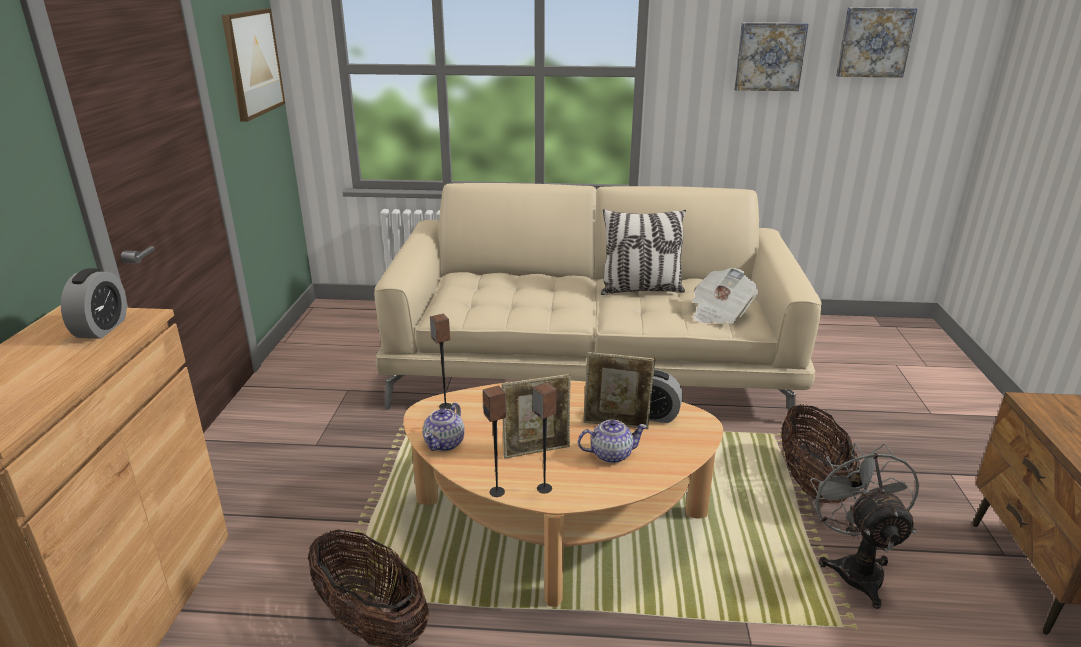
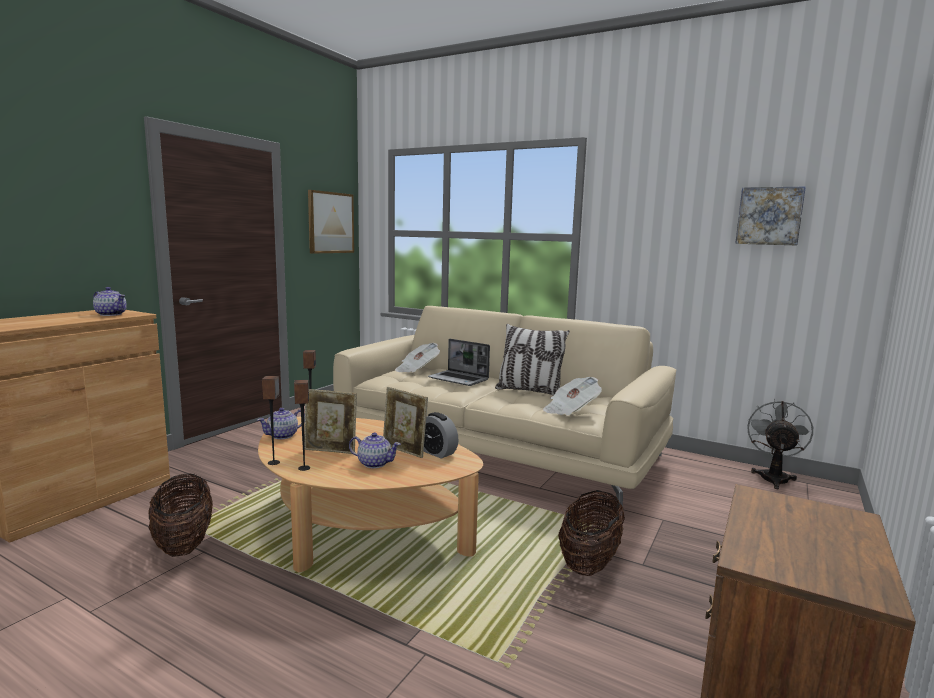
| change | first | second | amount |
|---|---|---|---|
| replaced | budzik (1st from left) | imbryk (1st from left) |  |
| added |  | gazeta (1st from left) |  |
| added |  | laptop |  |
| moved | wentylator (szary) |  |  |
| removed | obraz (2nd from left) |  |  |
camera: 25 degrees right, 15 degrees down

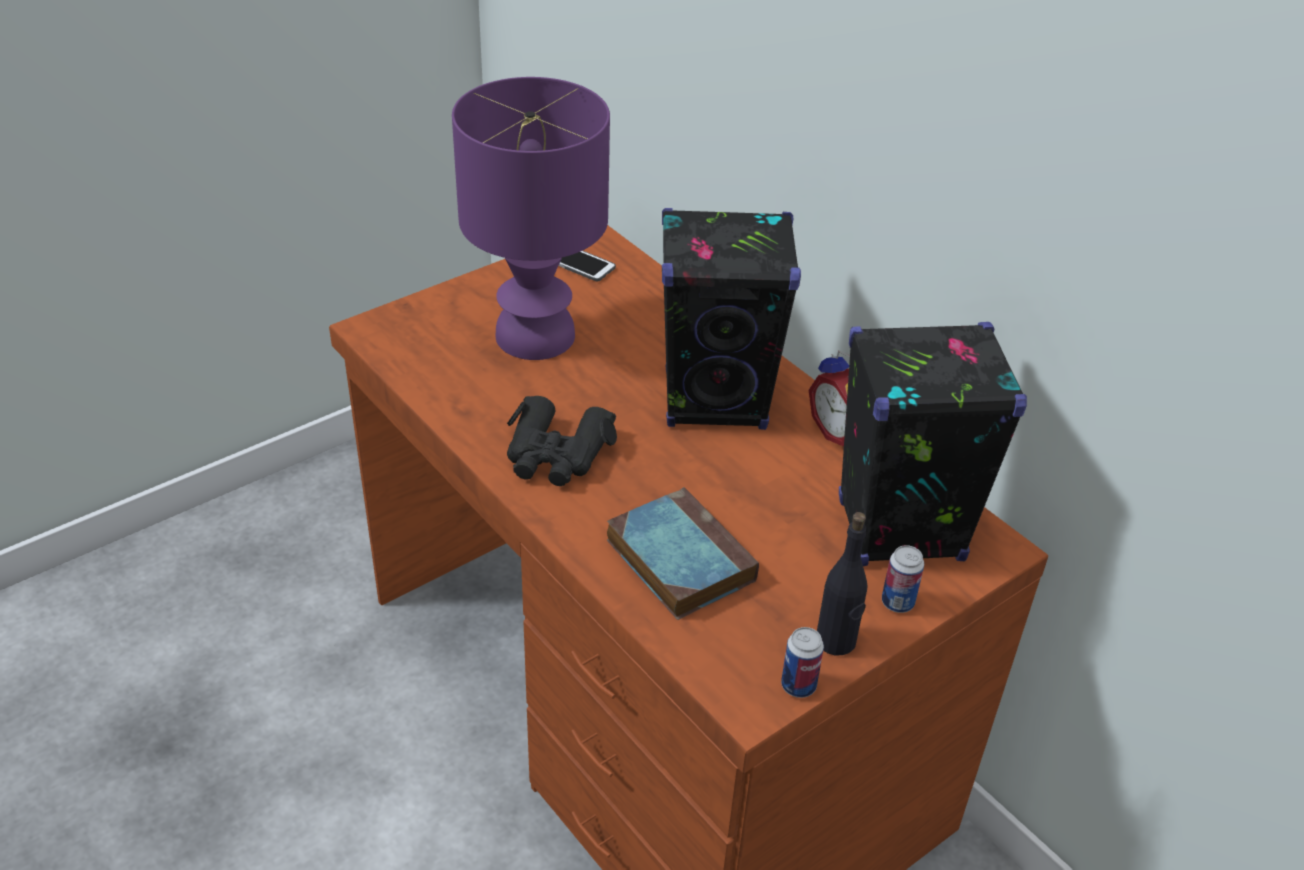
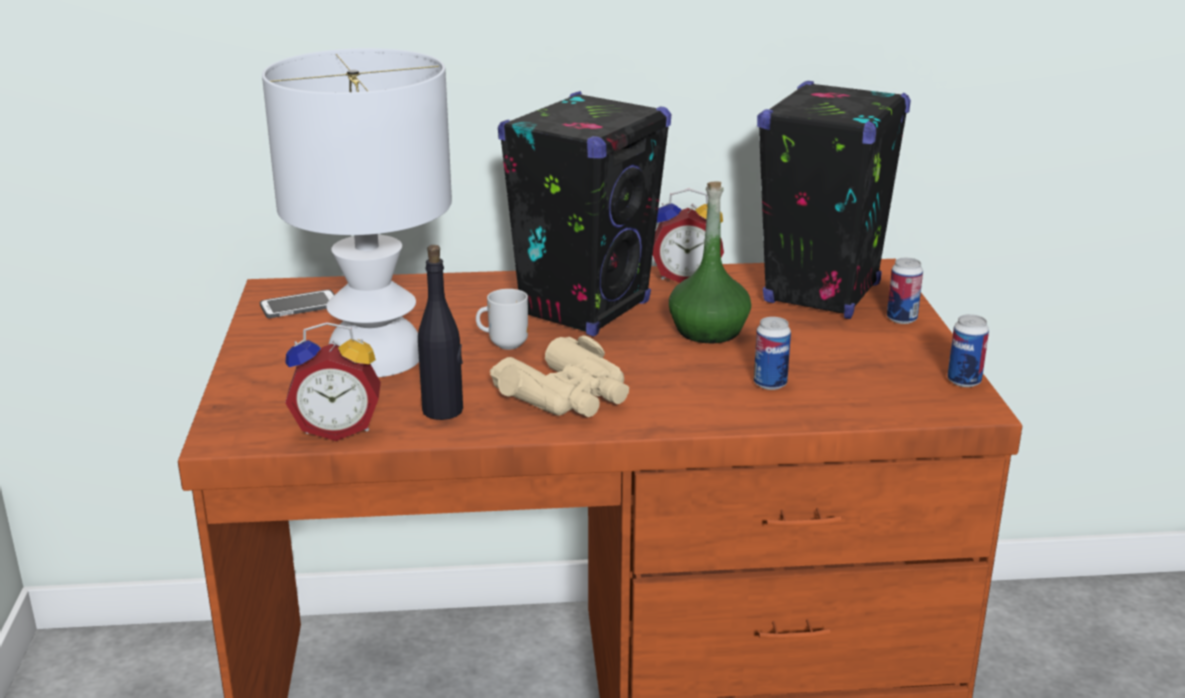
| change | first | second | amount |
|---|---|---|---|
| recoloured | lampa stołowa (fioletowy) | lampa stołowa (biały) |  |
| added |  | budzik (1st from left) |  |
| moved | butelka (czarny) |  |  |
| added |  | kubek |  |
| recoloured | lornetka (czarny) | lornetka (beżowy) |  |
| added |  | butelka (zielony) |  |
| replaced | książka | puszka (1st from left) |  |
camera: 55 degrees left, 15 degrees down

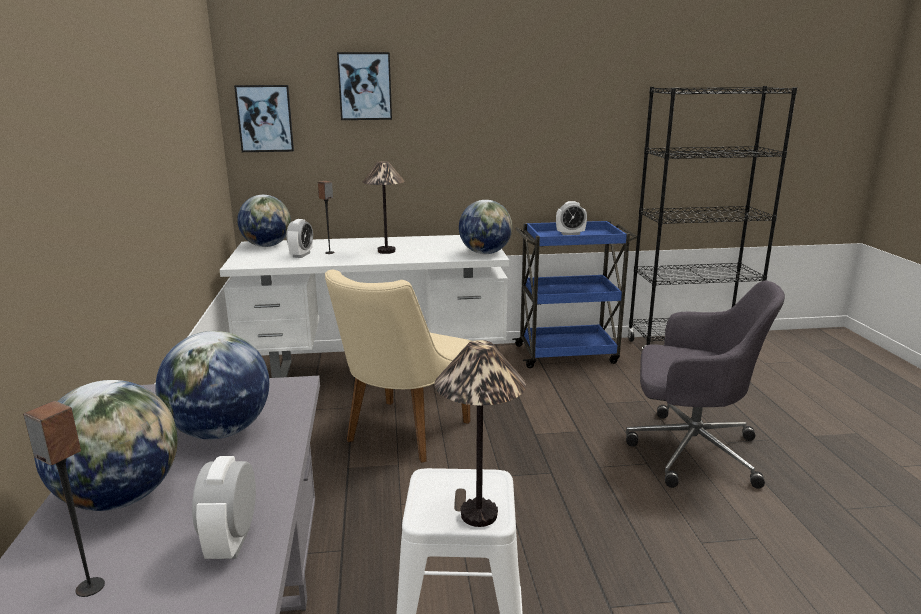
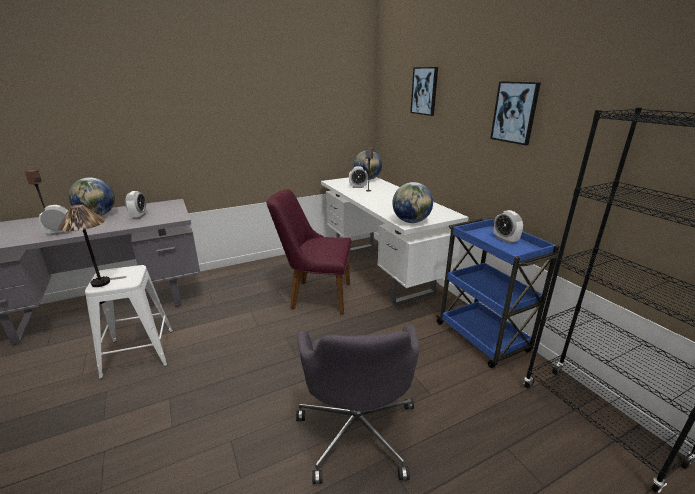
| change | first | second | amount |
|---|---|---|---|
| replaced | globus (2nd from left) | budzik (2nd from left) |  |
| recoloured | krzesło (beżowy) | krzesło (fioletowy) |  |
| moved | obraz (1st from left in the first image) | obraz (2nd from left) |  |
| removed | lampa stołowa (1st from left) |  |  |
camera: 70 degrees right, 5 degrees up

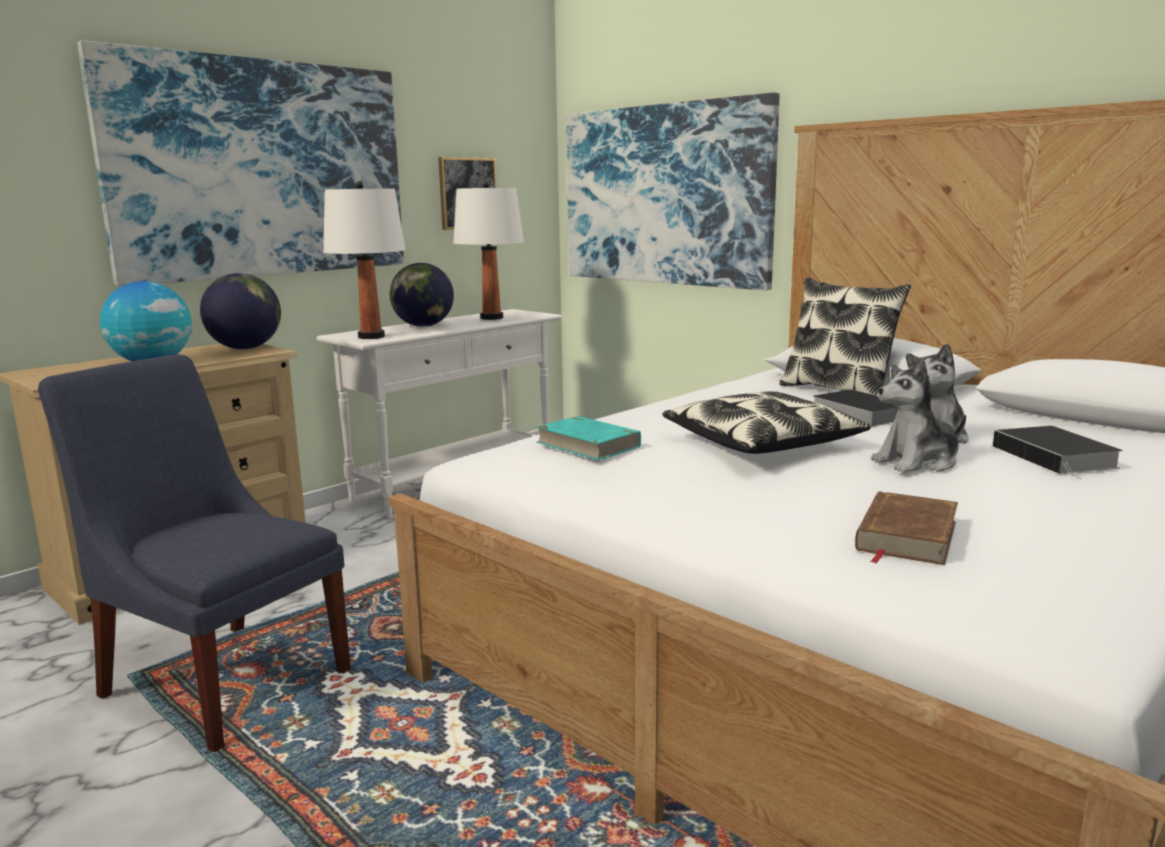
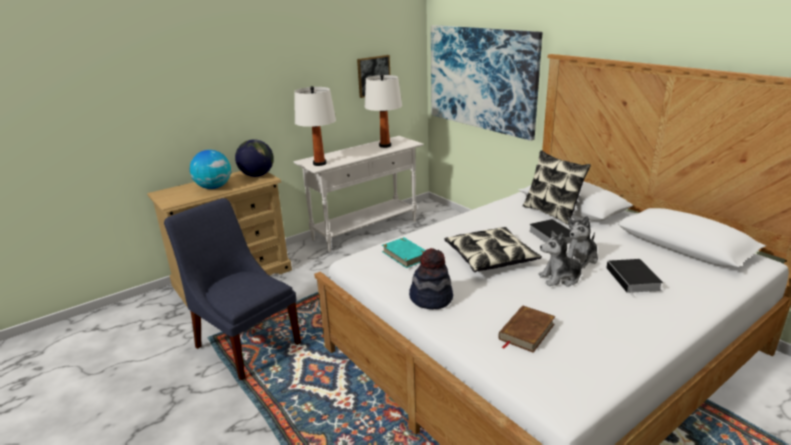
| change | first | second | amount |
|---|---|---|---|
| added |  | kapelusz |  |
| removed | obraz (1st from left) |  |  |
| removed | globus (3rd from left) |  |  |
camera: 10 degrees right, 10 degrees up

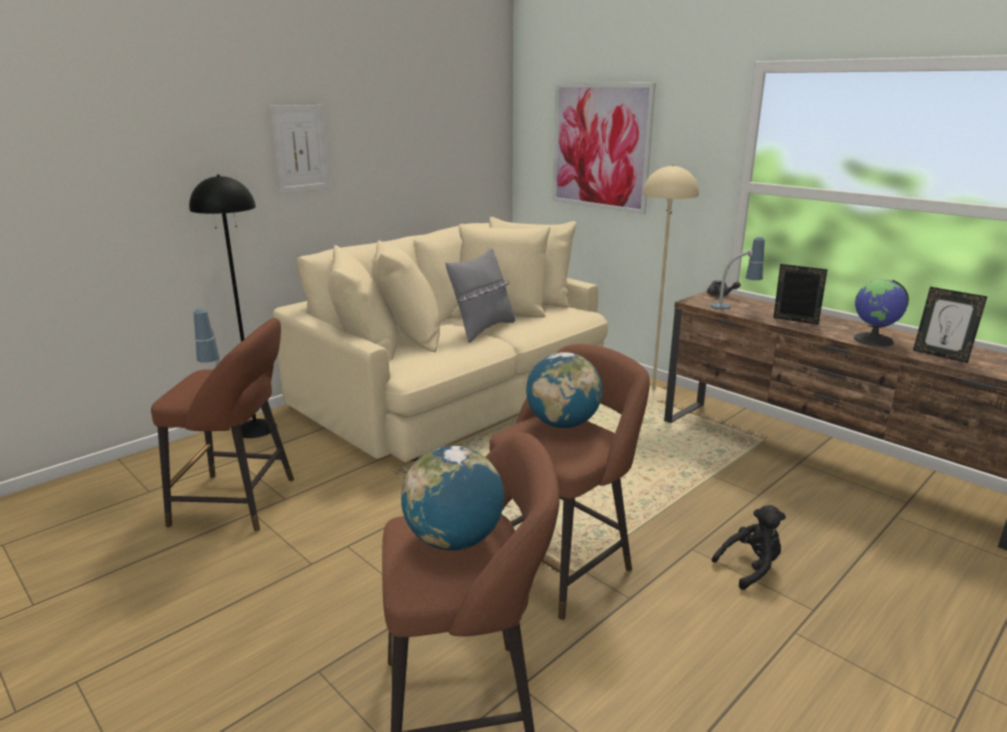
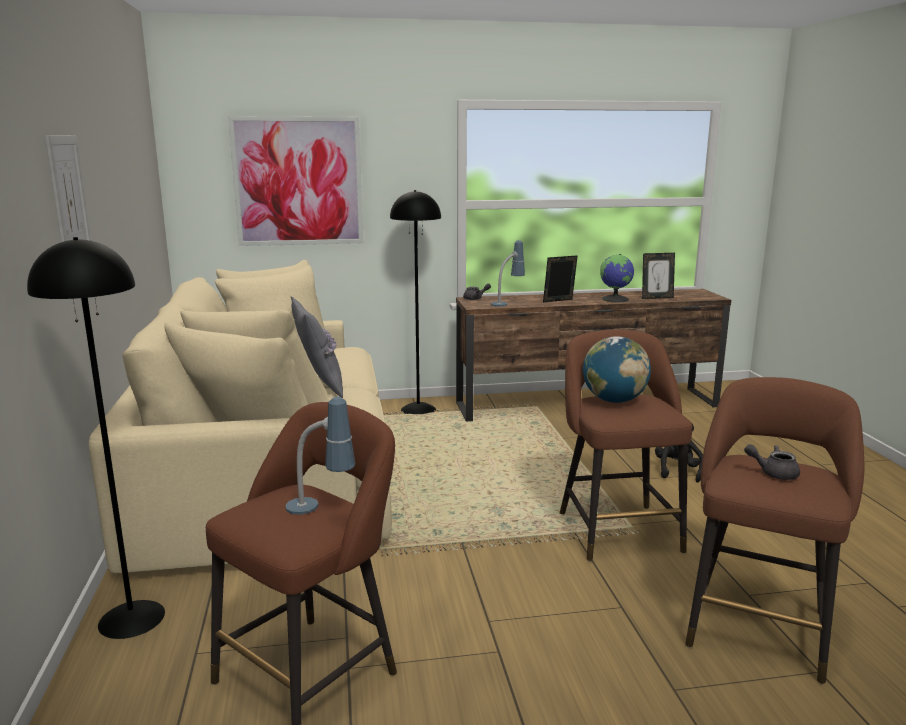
| change | first | second | amount |
|---|---|---|---|
| recoloured | lampa stojąca (beżowy) | lampa stojąca (czarny) (2nd from left) |  |
| replaced | globus (1st from left) | imbryk (szary) (2nd from left) |  |
camera: 55 degrees left, 5 degrees down

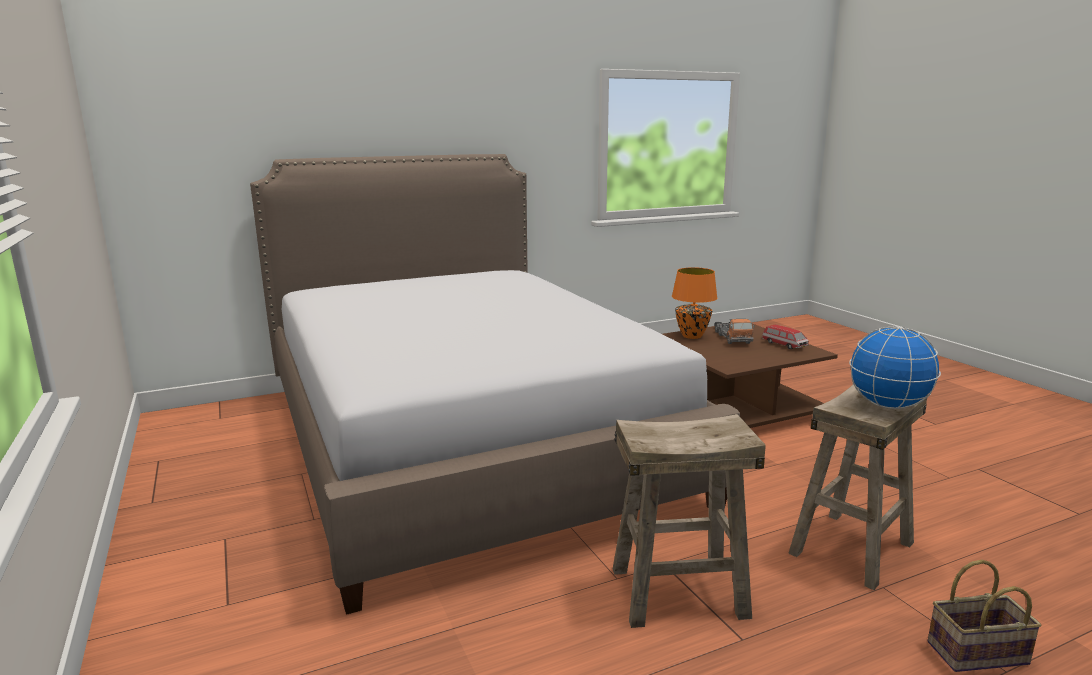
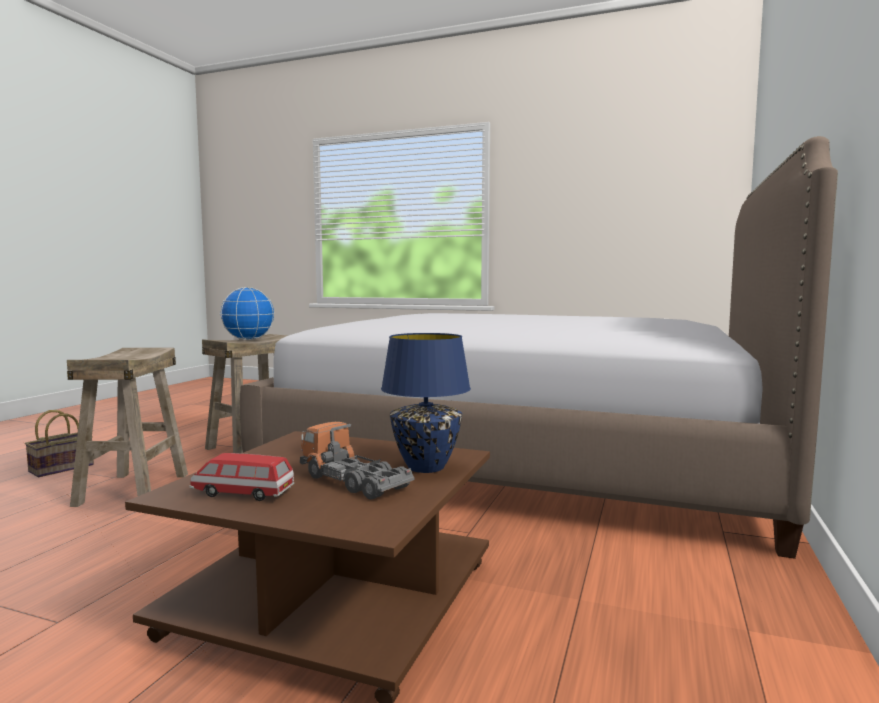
| change | first | second | amount |
|---|---|---|---|
| moved | globus |  |  |
| recoloured | lampa stołowa (pomarańczowy) | lampa stołowa (niebieski) |  |
camera: 135 degrees right, 10 degrees down

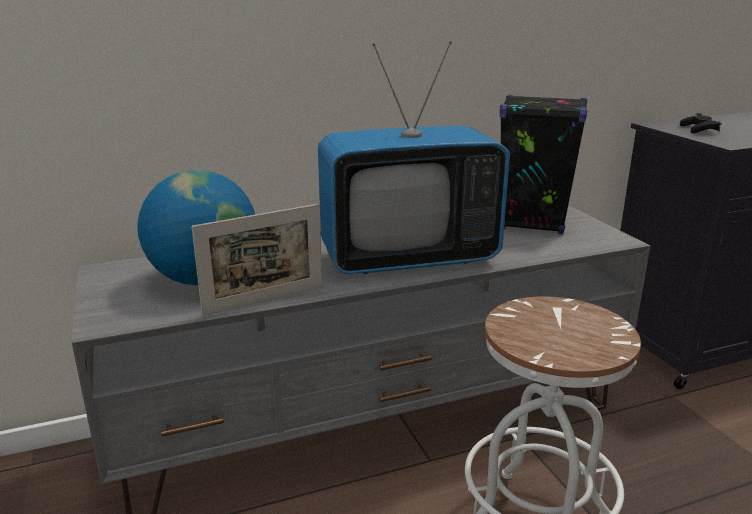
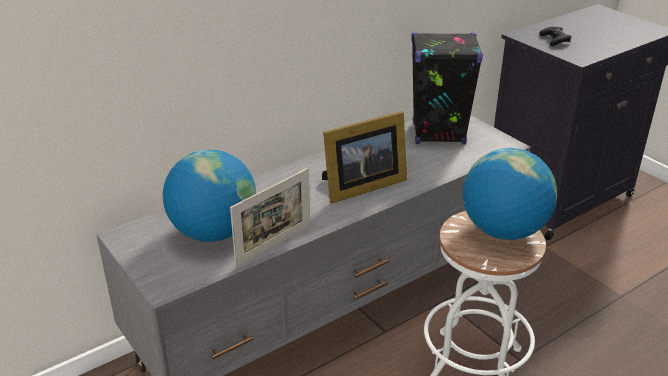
| change | first | second | amount |
|---|---|---|---|
| replaced | telewizor | ramka na zdjęcie (2nd from left) |  |
| added |  | globus (2nd from left) |  |
camera: 15 degrees left, 10 degrees up

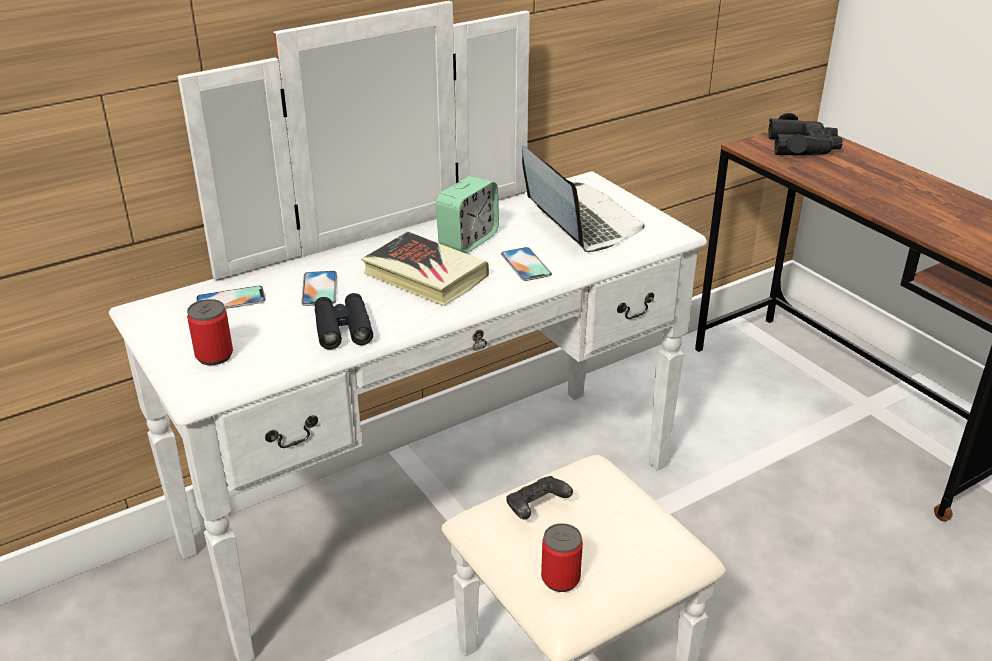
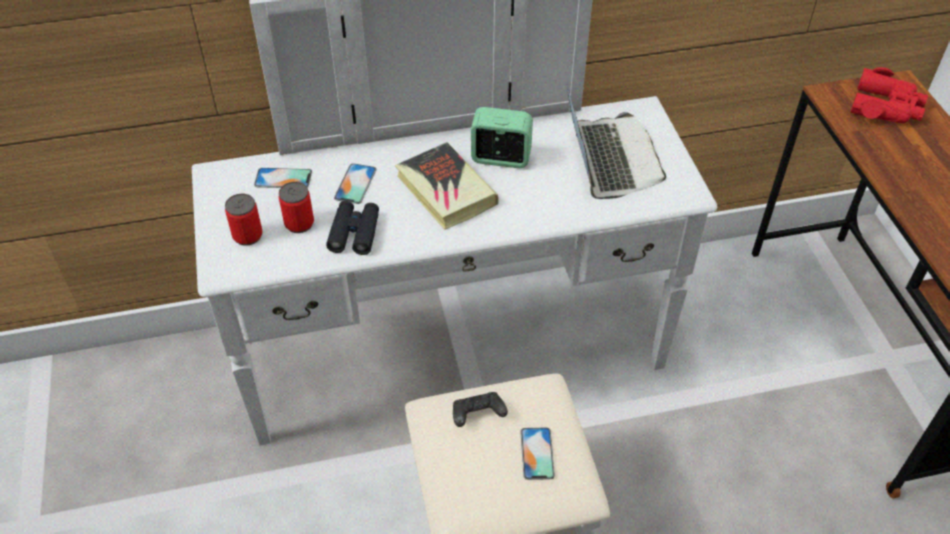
| change | first | second | amount |
|---|---|---|---|
| moved | puszka (2nd from left) |  |  |
| turned | budzik |  | 135 degrees counterclockwise |
| moved | telefon (3rd from left) |  |  |
| recoloured | lornetka (czarny) (2nd from left) | lornetka (czerwony) |  |
camera: 20 degrees right, 15 degrees up

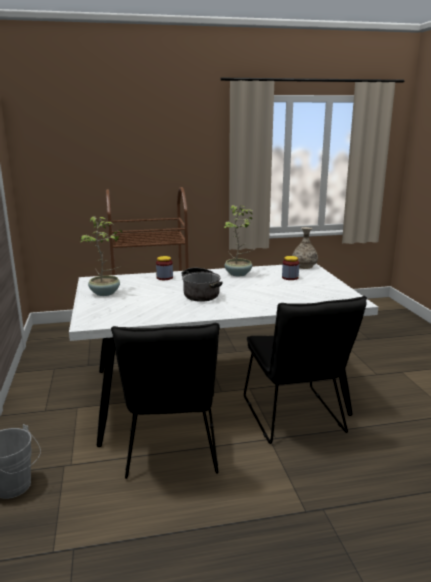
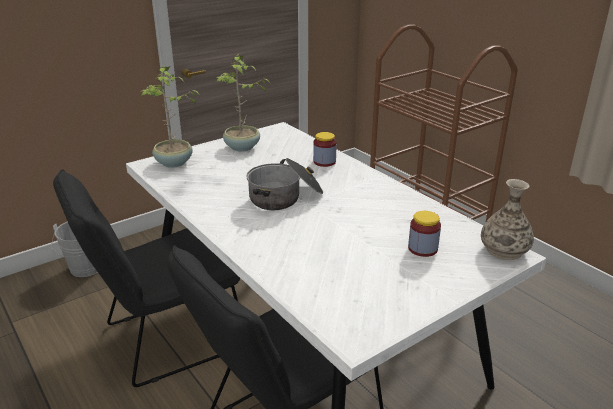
| change | first | second | amount |
|---|---|---|---|
| moved | roślina doniczkowa (2nd from left in the first image) | roślina doniczkowa (1st from left) |  |
camera: 65 degrees right, 10 degrees up

